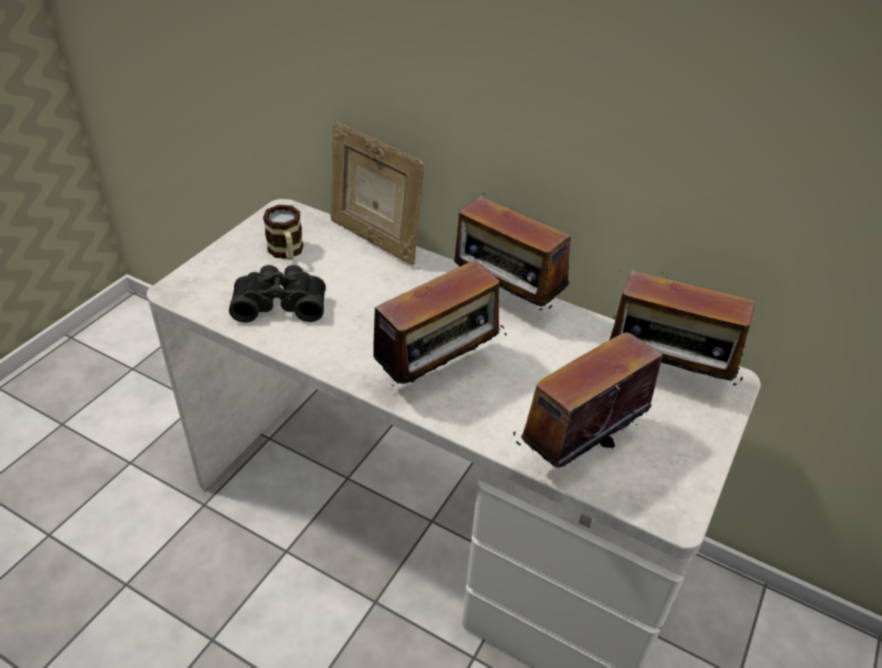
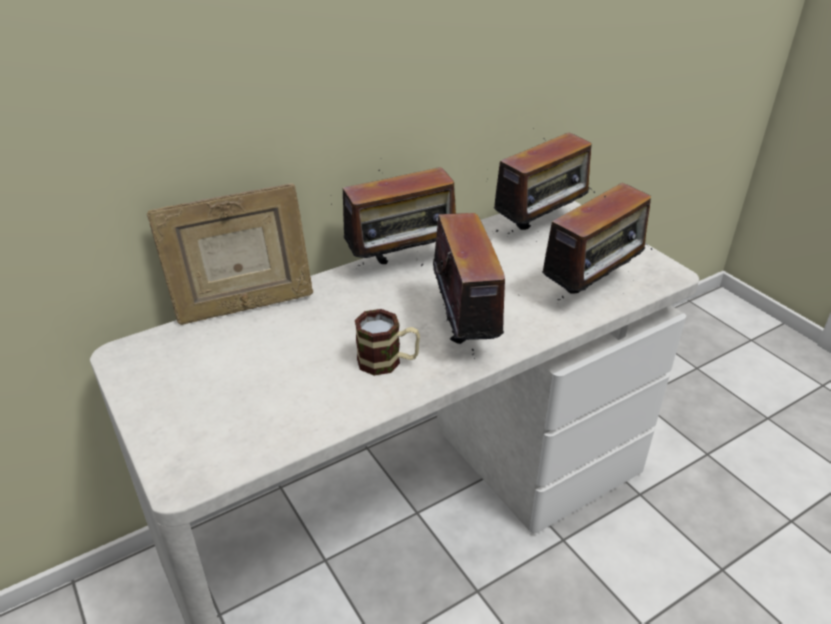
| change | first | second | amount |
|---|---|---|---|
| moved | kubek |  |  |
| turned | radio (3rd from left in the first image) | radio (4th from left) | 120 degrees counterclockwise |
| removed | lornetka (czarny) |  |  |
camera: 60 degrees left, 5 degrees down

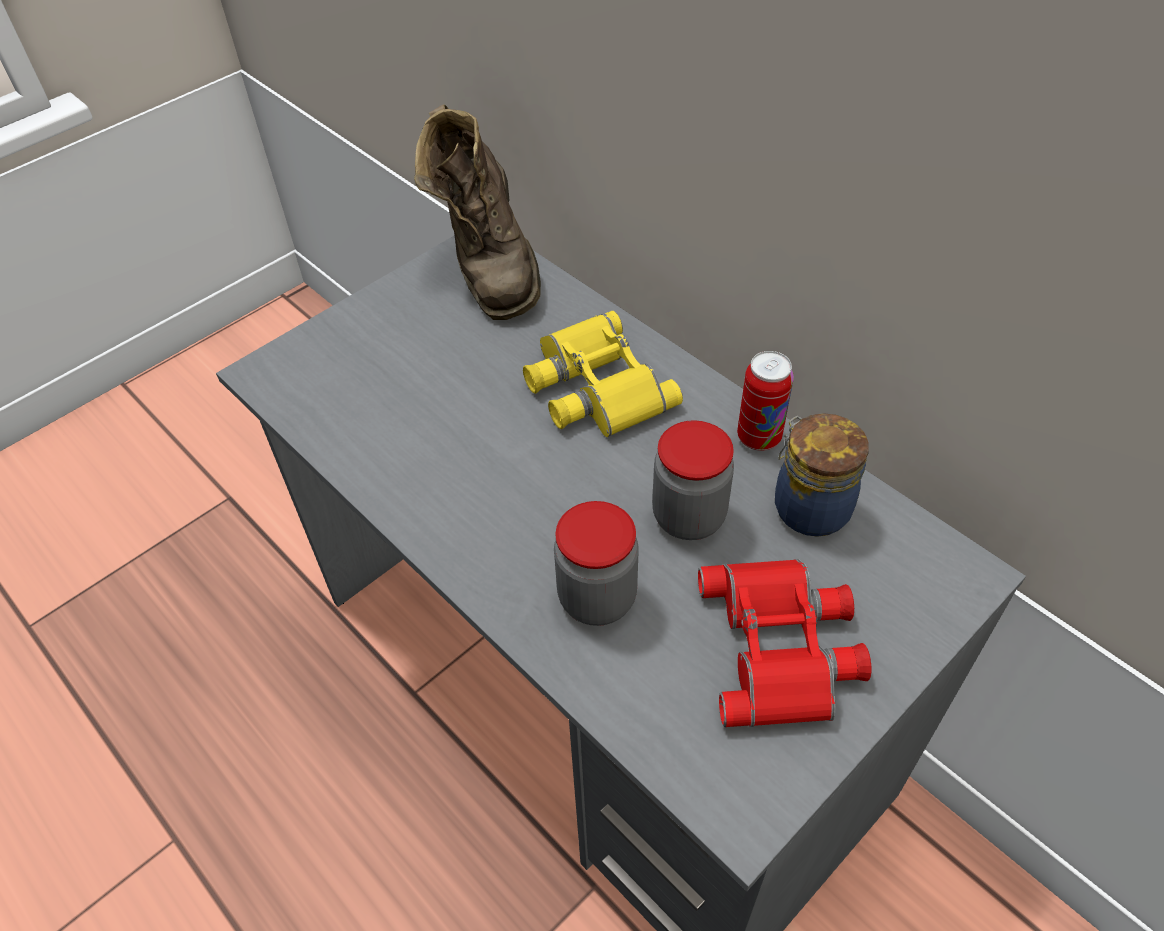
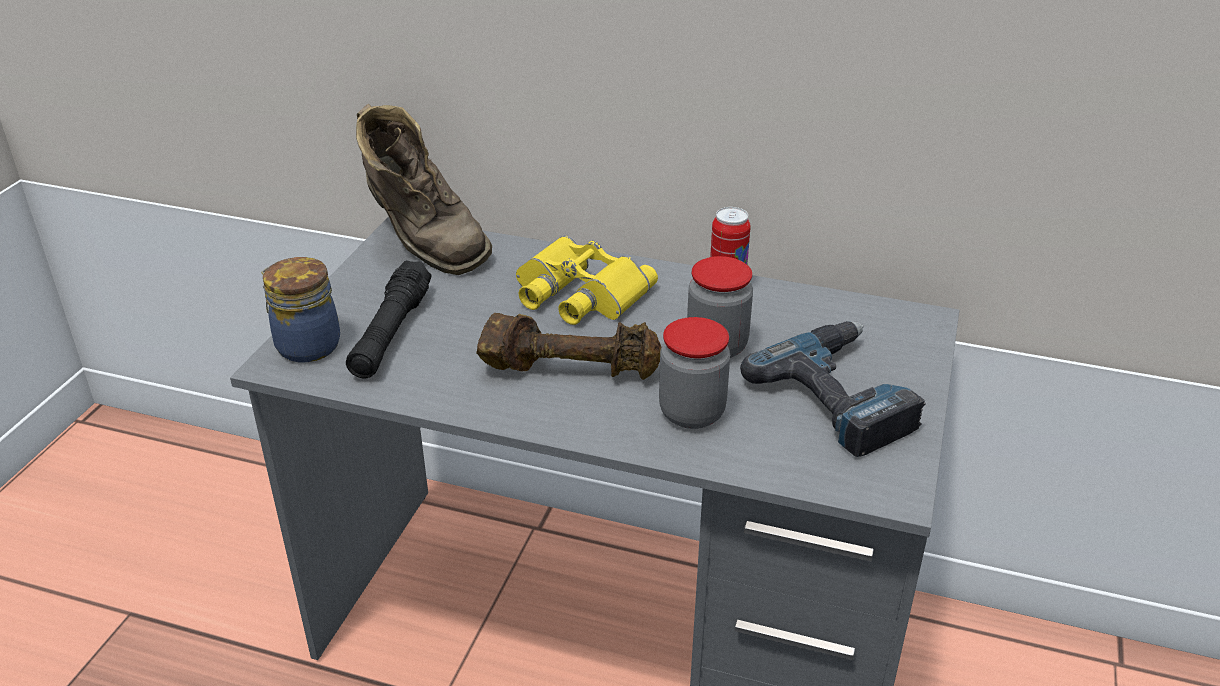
| change | first | second | amount |
|---|---|---|---|
| moved | słoik (3rd from left in the first image) | słoik (1st from left) |  |
| added |  | latarka (czarny) |  |
| added |  | hantel (brązowy) |  |
| replaced | lornetka (czerwony) | wiertarka |  |
camera: 30 degrees left, 15 degrees down

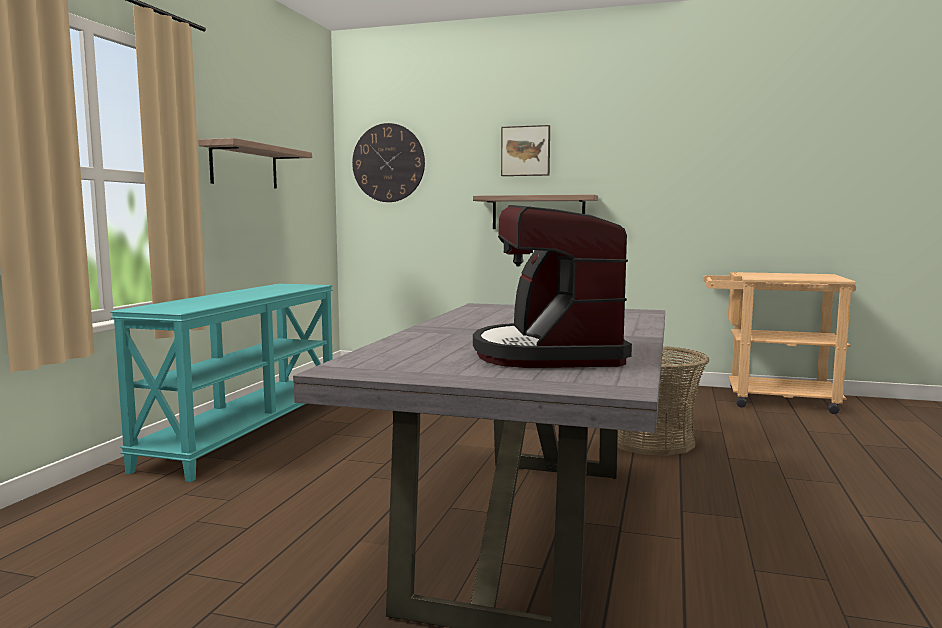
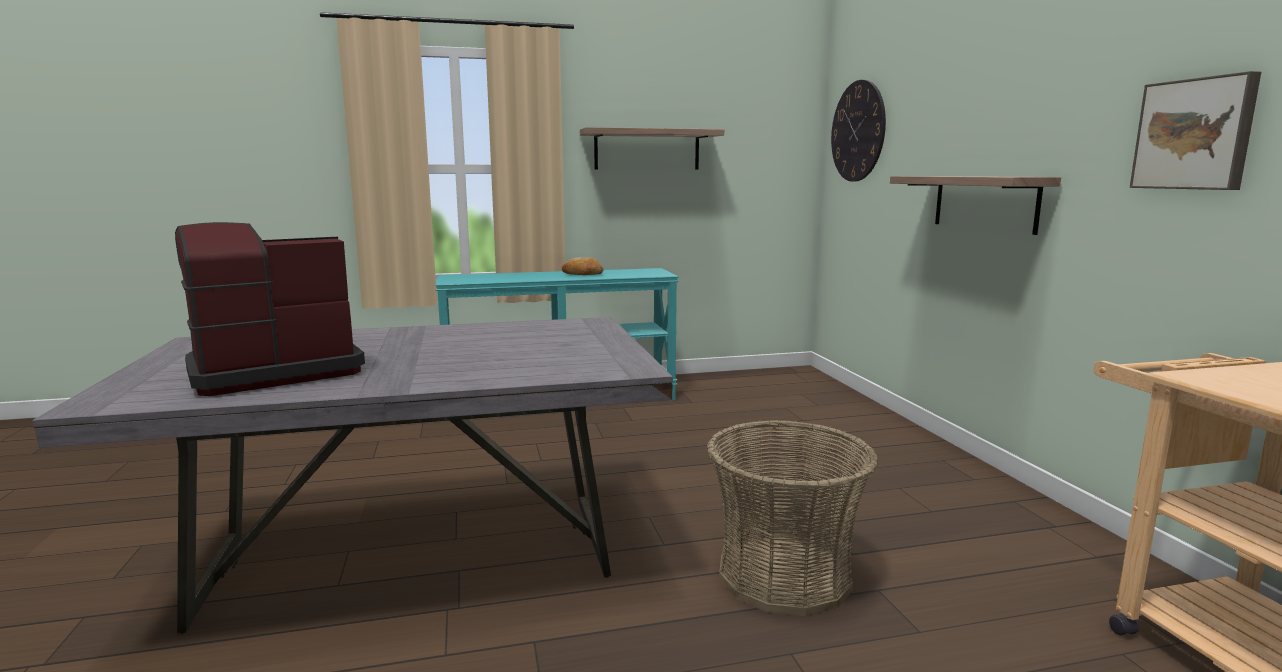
| change | first | second | amount |
|---|---|---|---|
| added |  | chleb |  |
| moved | obraz |  |  |
camera: 60 degrees right, 5 degrees up

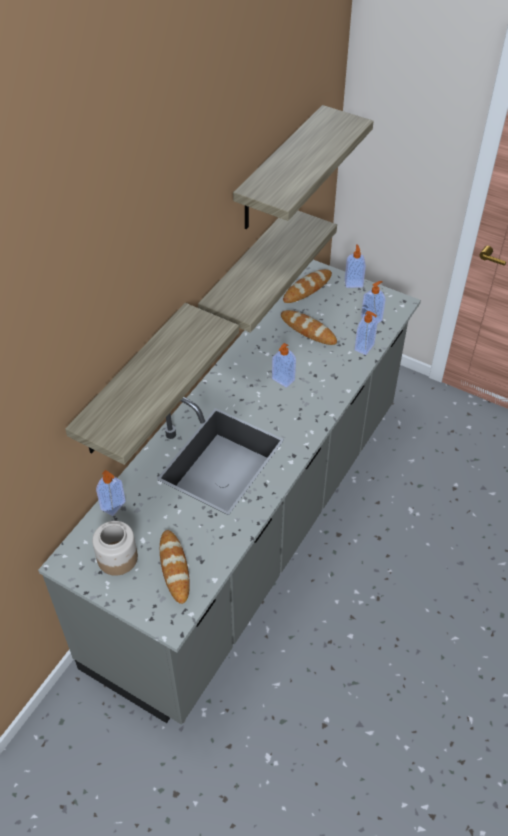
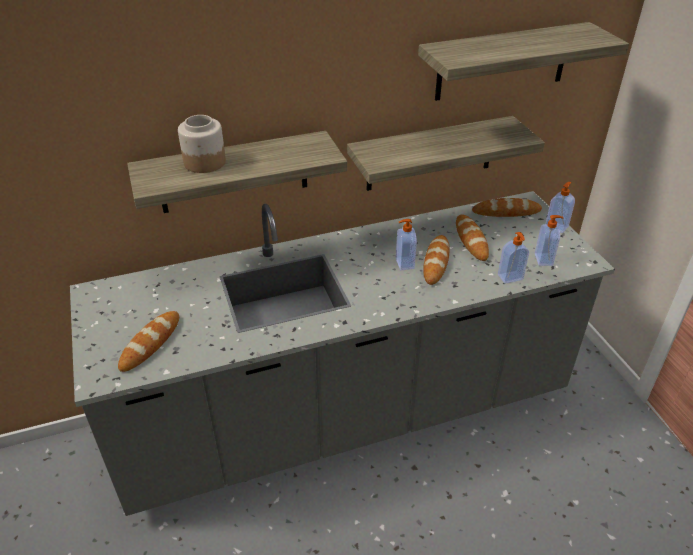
| change | first | second | amount |
|---|---|---|---|
| moved | słoik |  |  |
| added |  | chleb (2nd from left) |  |
| removed | dozownik mydła (1st from left) |  |  |
camera: 40 degrees right, 10 degrees down

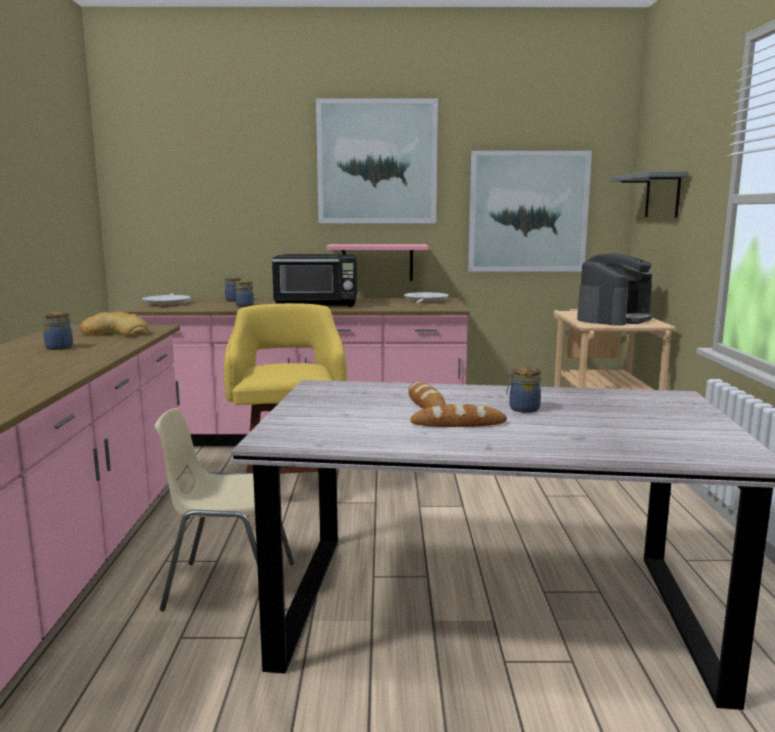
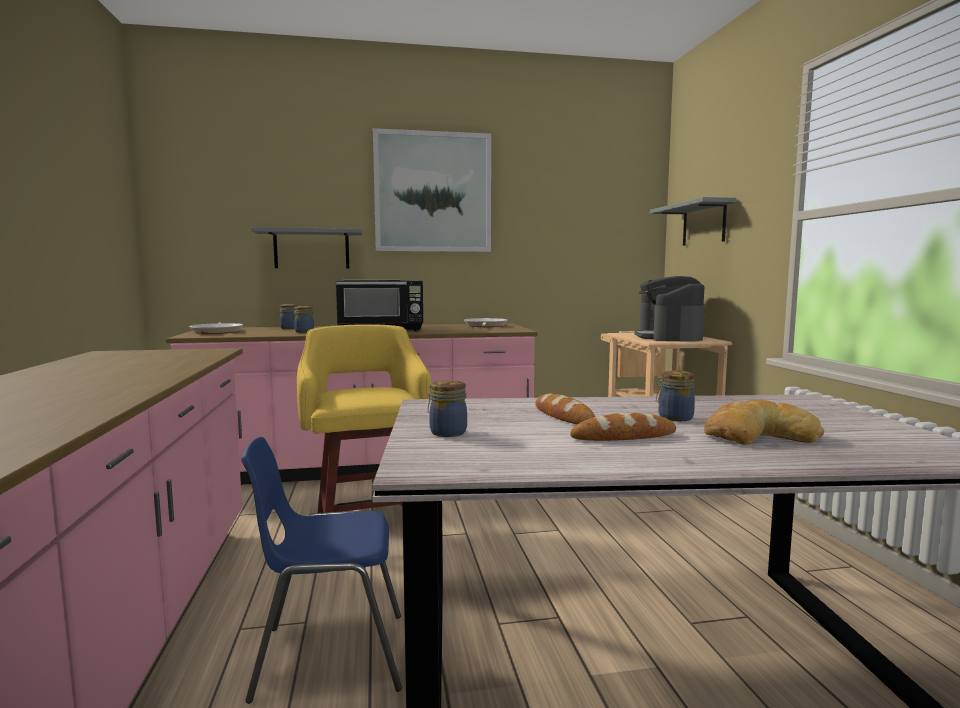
| change | first | second | amount |
|---|---|---|---|
| recoloured | krzesło (beżowy) | krzesło (niebieski) |  |
| added |  | półka (szary) (1st from left) |  |
| moved | słoik (1st from left in the first image) | słoik (3rd from left) |  |
| turned | ekspres do kawy |  | 150 degrees clockwise |
| moved | chleb (1st from left in the first image) | chleb (3rd from left) |  |
| removed | półka (różowy) |  |  |
| removed | obraz (2nd from left) |  |  |
camera: 10 degrees left, 5 degrees down

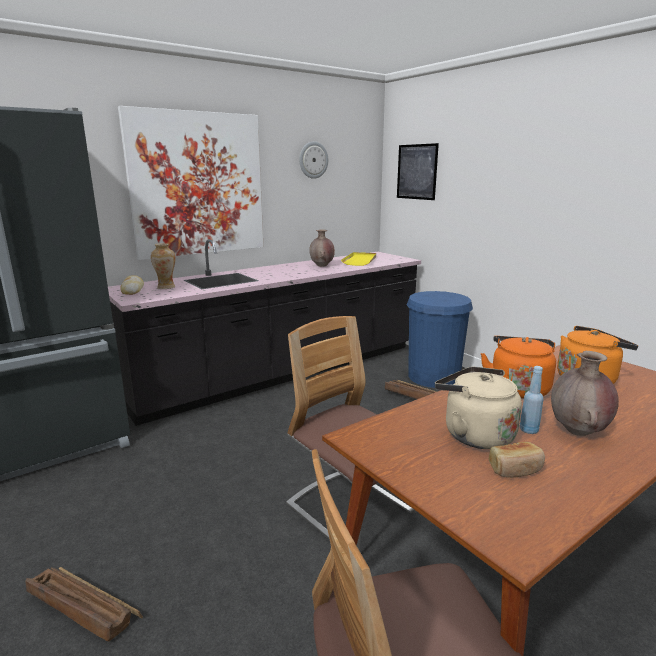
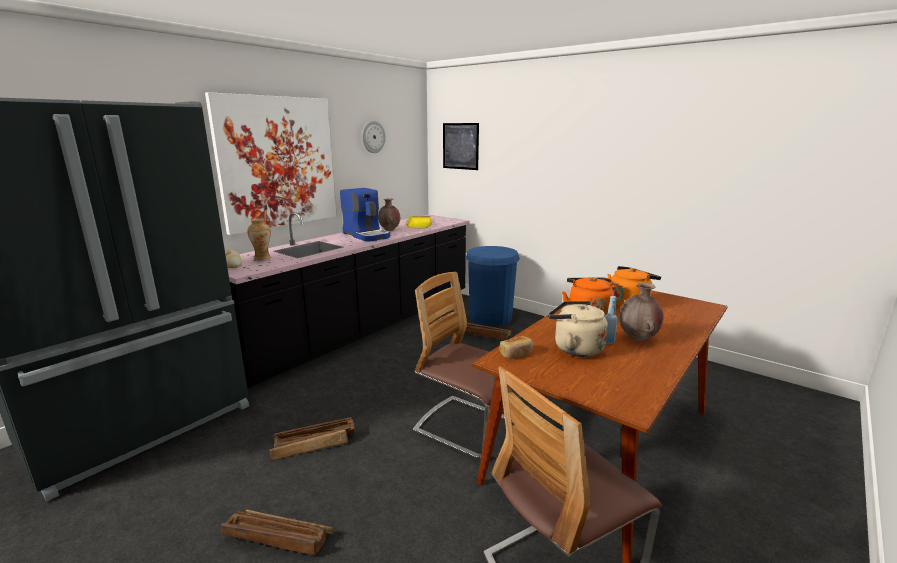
| change | first | second | amount |
|---|---|---|---|
| added |  | skrzynka (2nd from left) |  |
| added |  | ekspres do kawy |  |
| moved | chleb (2nd from left) |  |  |
camera: 15 degrees left, 0 degrees up

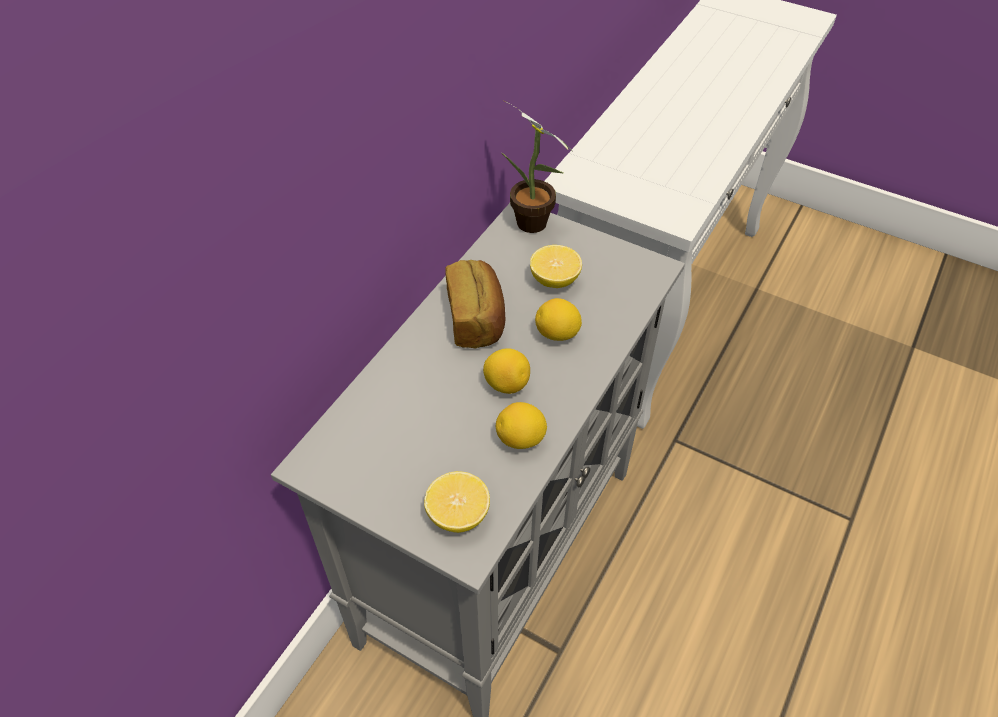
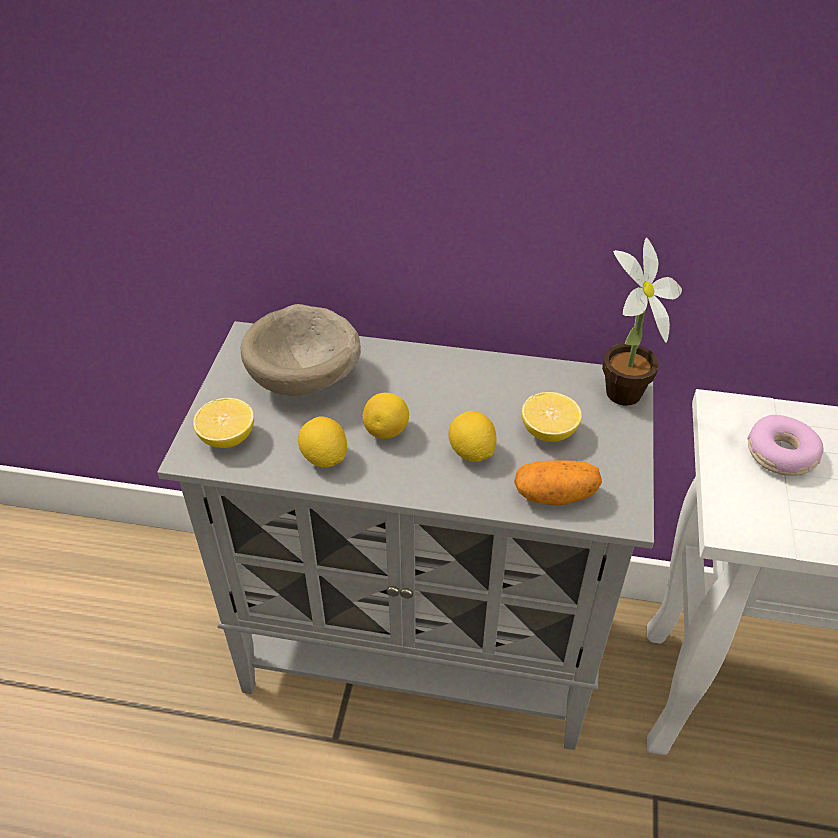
| change | first | second | amount |
|---|---|---|---|
| added |  | miska (beżowy) |  |
| added |  | ziemniak |  |
| added |  | donut |  |
| removed | chleb |  |  |
camera: 70 degrees right, 5 degrees down

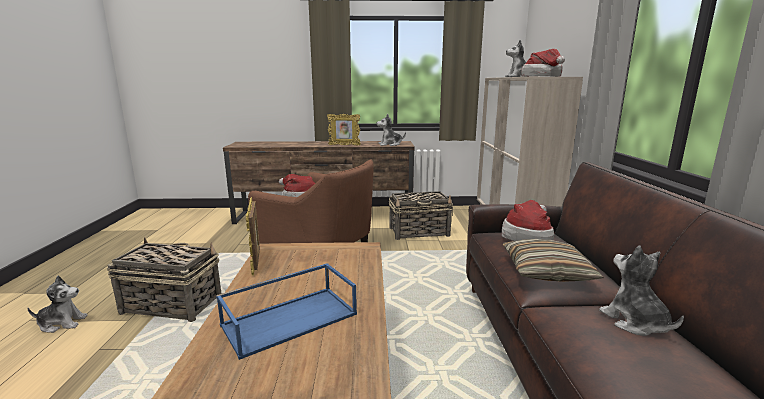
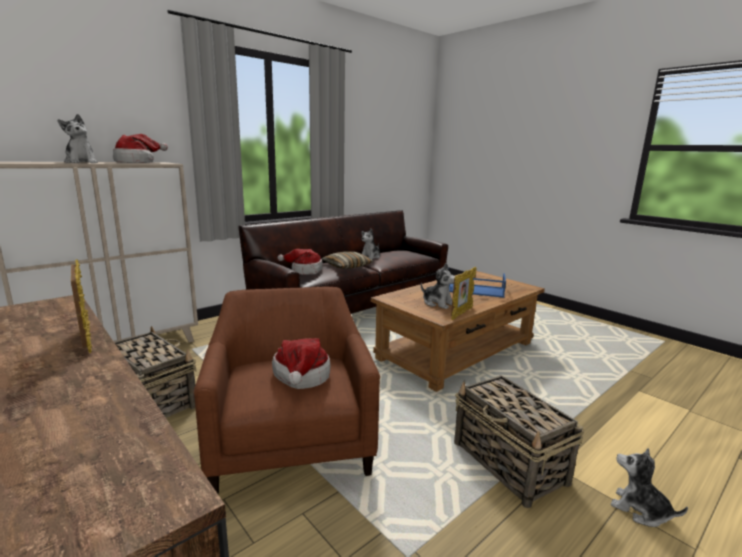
| change | first | second | amount |
|---|---|---|---|
| moved | pluszak (2nd from left in the first image) | pluszak (3rd from left) |  |
camera: 130 degrees left, 0 degrees up

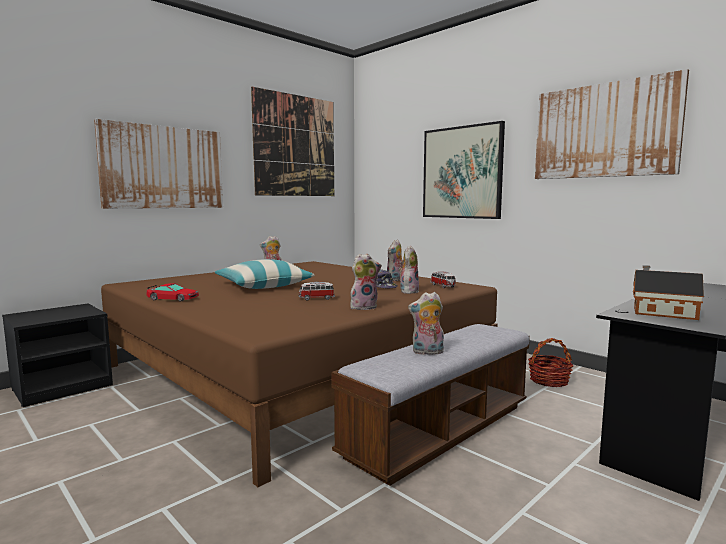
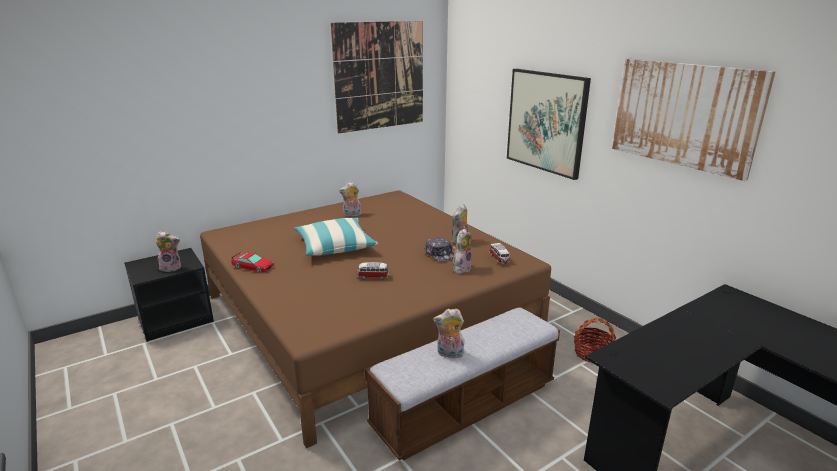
| change | first | second | amount |
|---|---|---|---|
| moved | pluszak (2nd from left in the first image) | pluszak (1st from left) |  |
| removed | obraz (1st from left) |  |  |
| removed | domek |  |  |
camera: 10 degrees right, 15 degrees up

